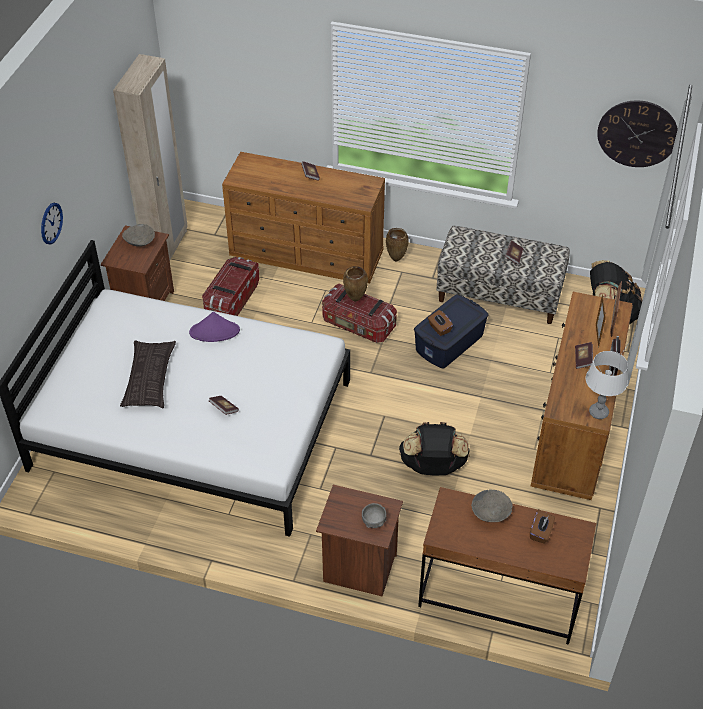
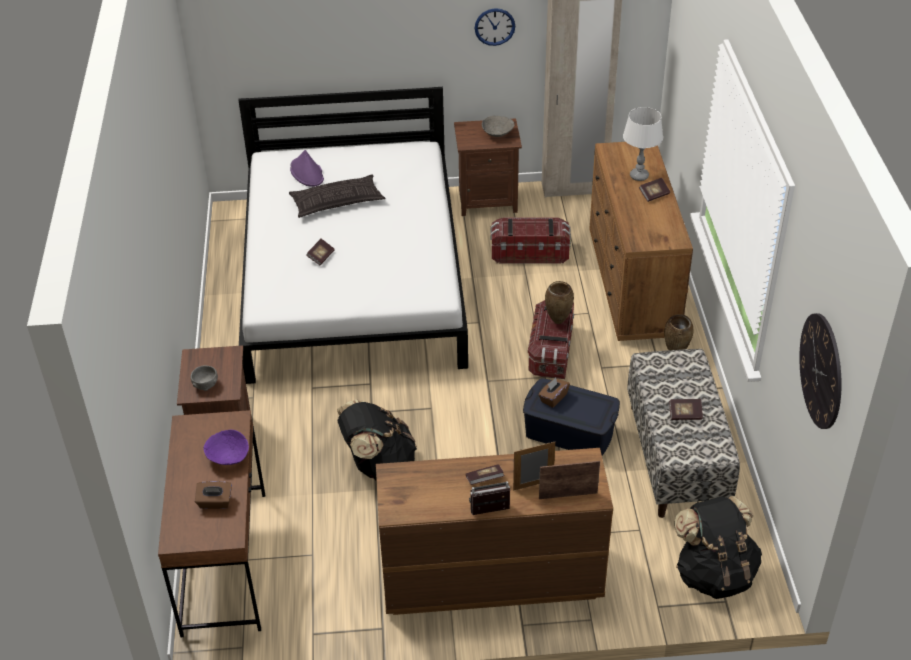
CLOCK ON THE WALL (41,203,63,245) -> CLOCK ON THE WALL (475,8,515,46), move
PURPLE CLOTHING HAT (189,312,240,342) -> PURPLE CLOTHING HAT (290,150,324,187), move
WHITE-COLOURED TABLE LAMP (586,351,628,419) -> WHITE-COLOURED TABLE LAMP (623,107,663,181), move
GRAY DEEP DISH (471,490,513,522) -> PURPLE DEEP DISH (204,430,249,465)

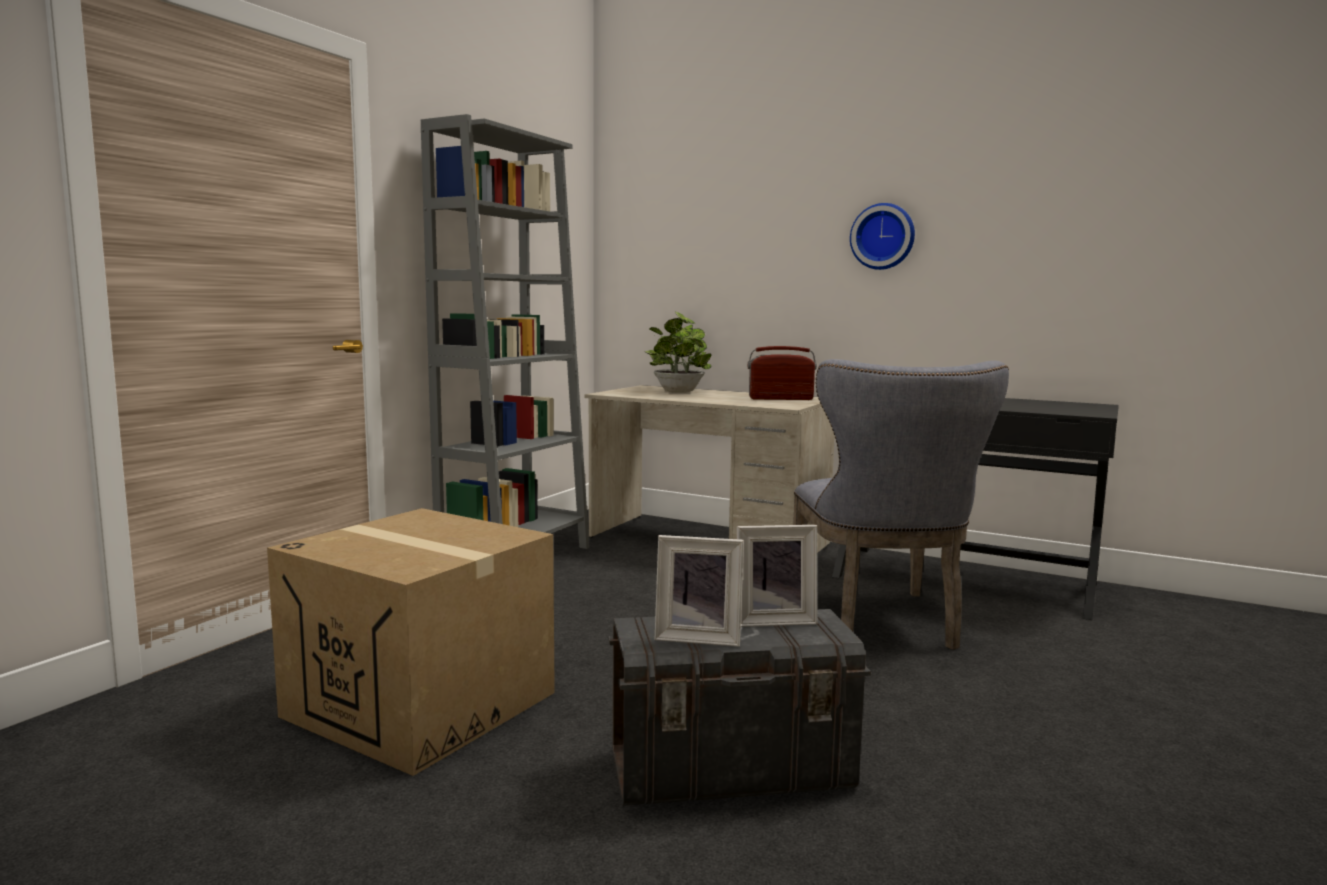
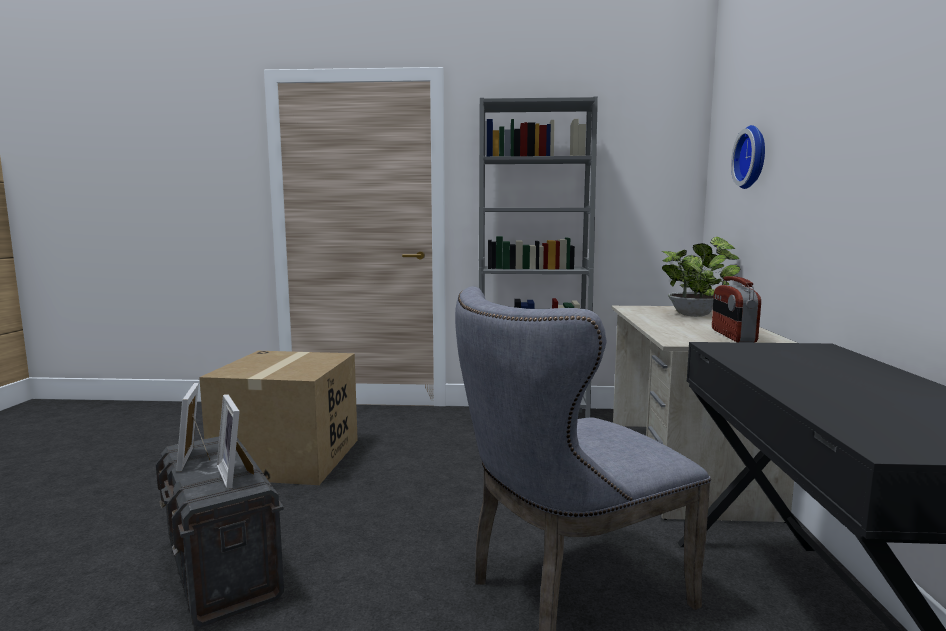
CLOCK ON THE WALL (850,203,915,270) -> CLOCK ON THE WALL (731,125,765,189), move
RADIO (748,346,817,400) -> RADIO (712,276,761,343), 150 degrees counterclockwise

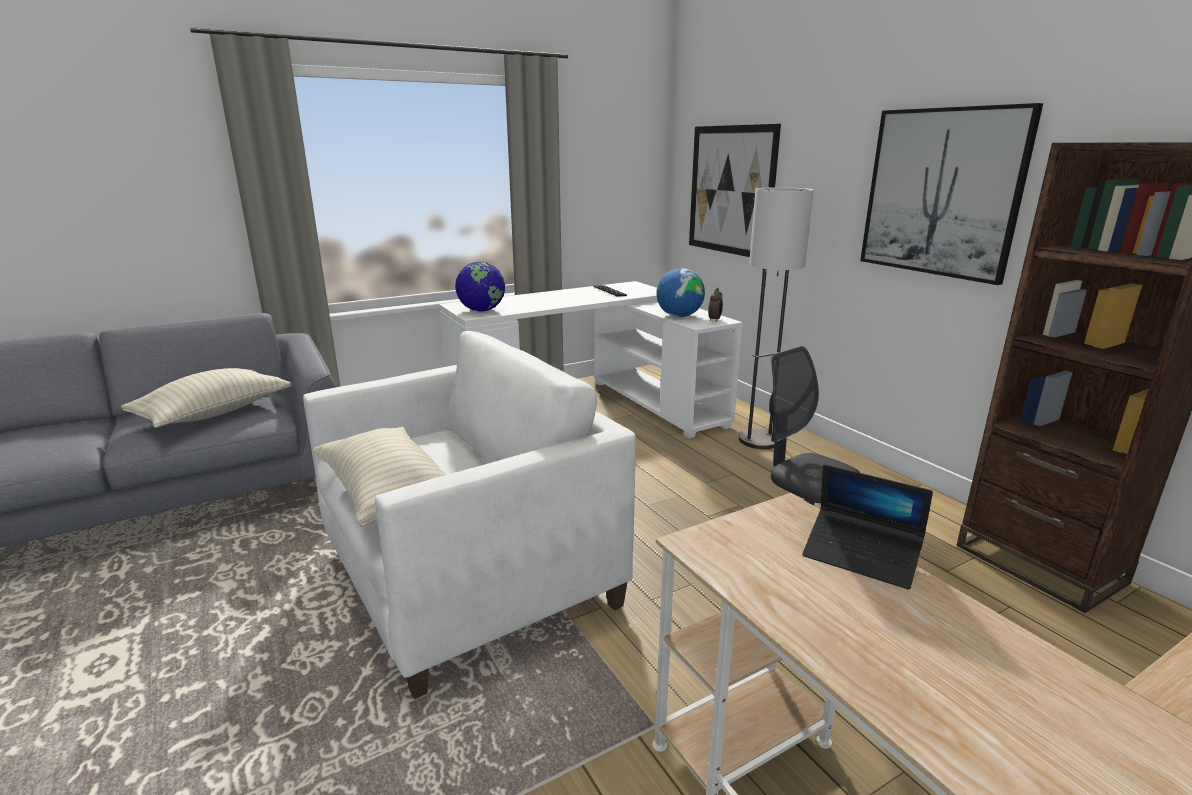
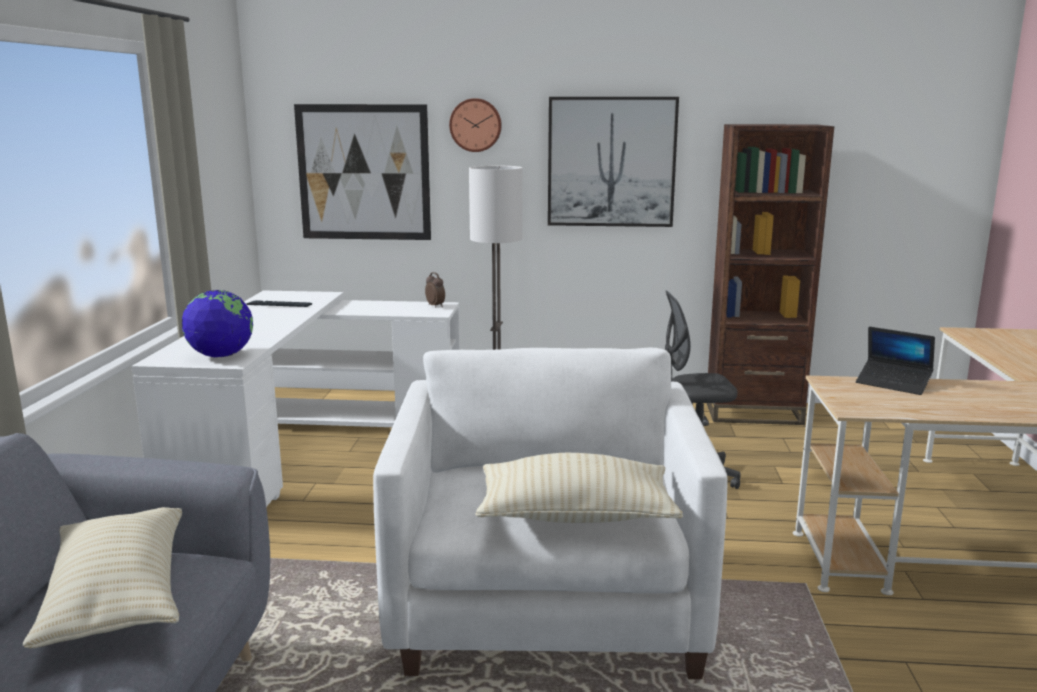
GLOBE (656,268,705,317) -> none
none -> CLOCK ON THE WALL (449,98,502,152)
NOTEBOOK COMPUTER (802,464,933,589) -> NOTEBOOK COMPUTER (856,327,935,395), 60 degrees clockwise

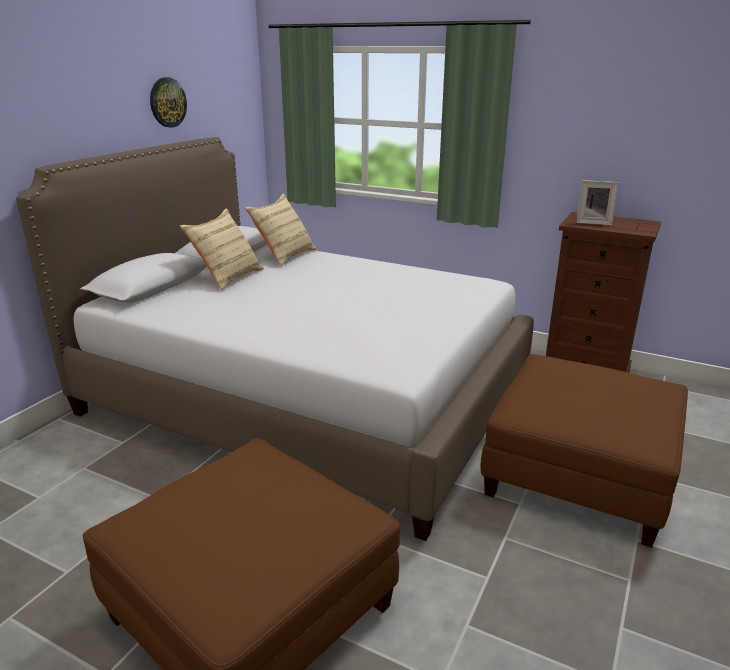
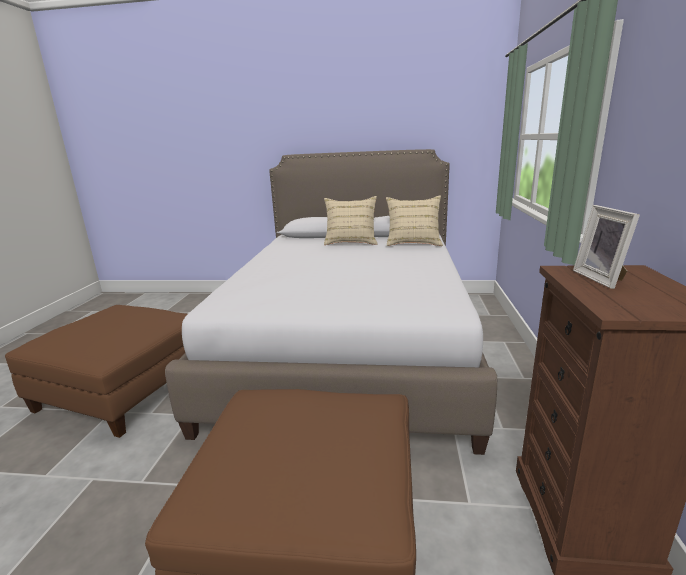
CLOCK ON THE WALL (150,77,187,128) -> none

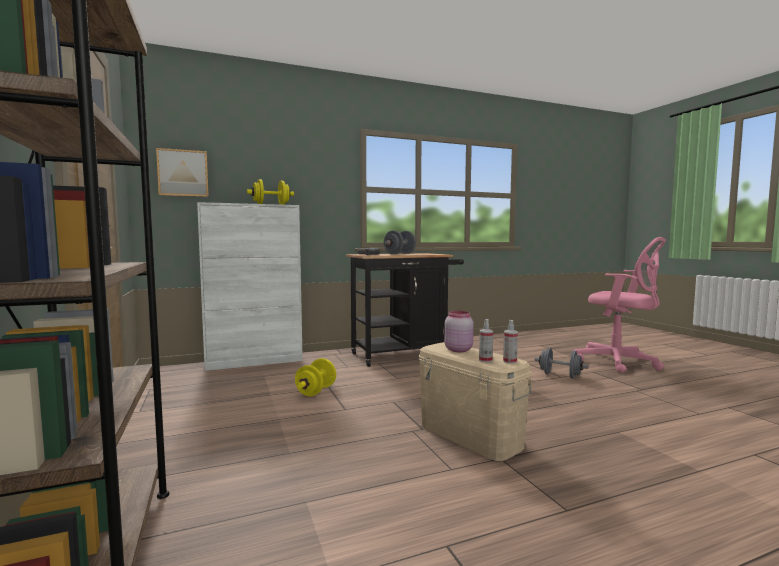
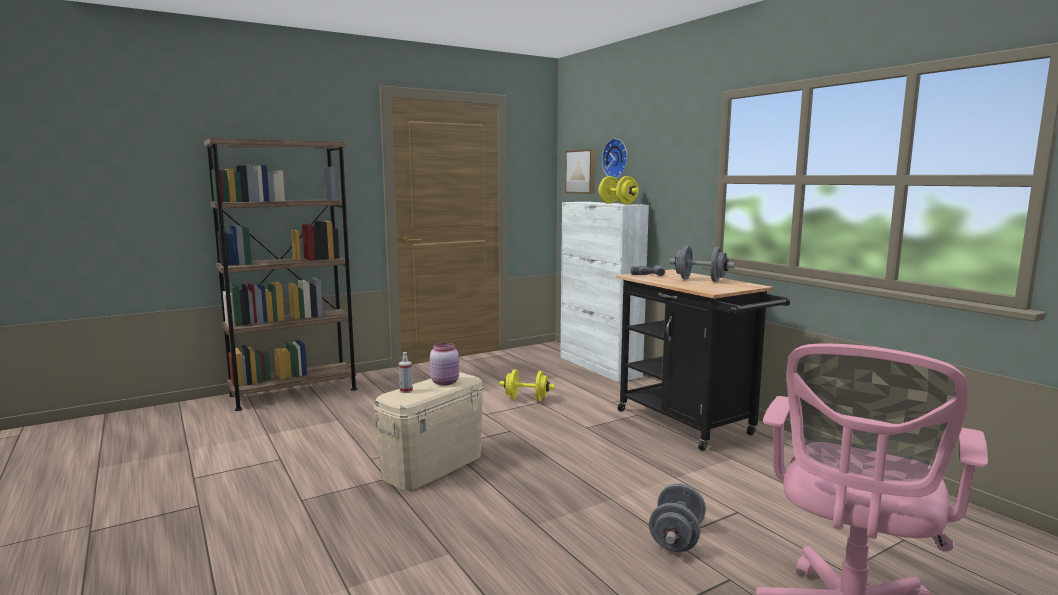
HAND SPRAYER (503,320,518,364) -> none
none -> CLOCK ON THE WALL (602,138,627,179)

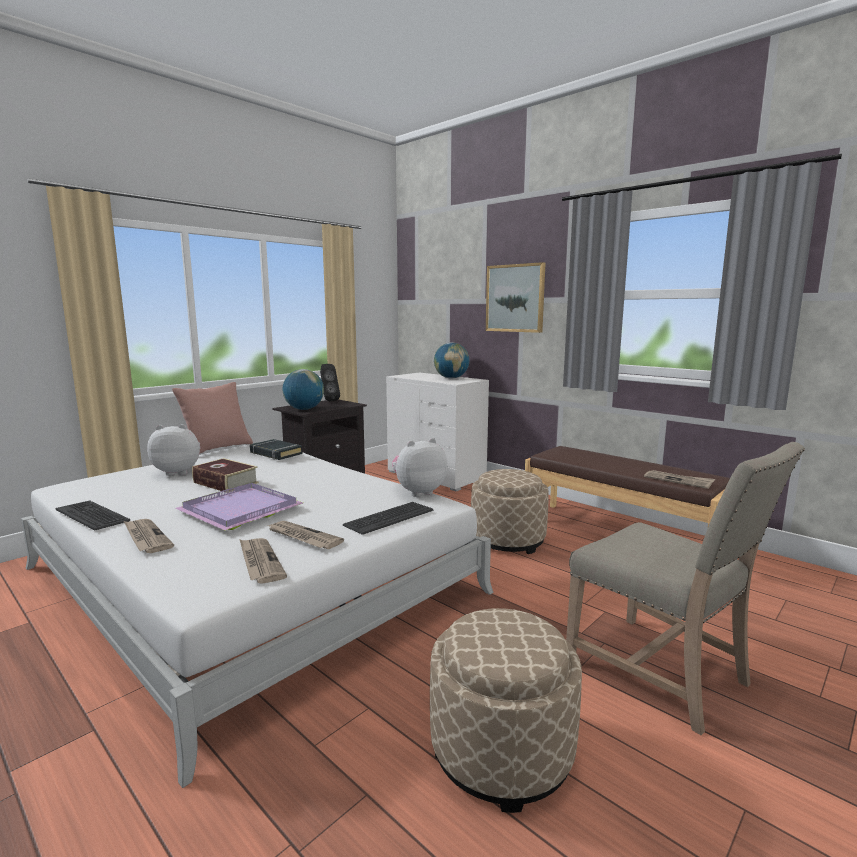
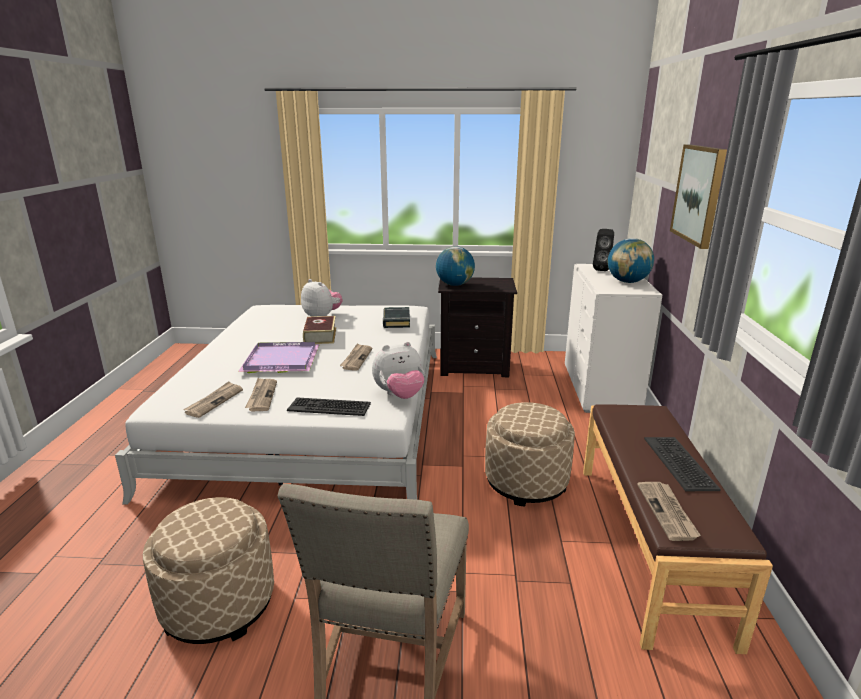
PINKISH CUSHION (172,382,253,454) -> none
COMPUTER KEYBOARD (56,500,130,530) -> COMPUTER KEYBOARD (644,437,721,491), move
DAILY PAPER (124,519,174,553) -> DAILY PAPER (340,344,372,371), move
BLACK SPEAKER (320,364,340,401) -> BLACK SPEAKER (593,229,614,271), move
SOFT TOY (392,438,448,497) -> SOFT TOY (372,342,425,399), 135 degrees clockwise

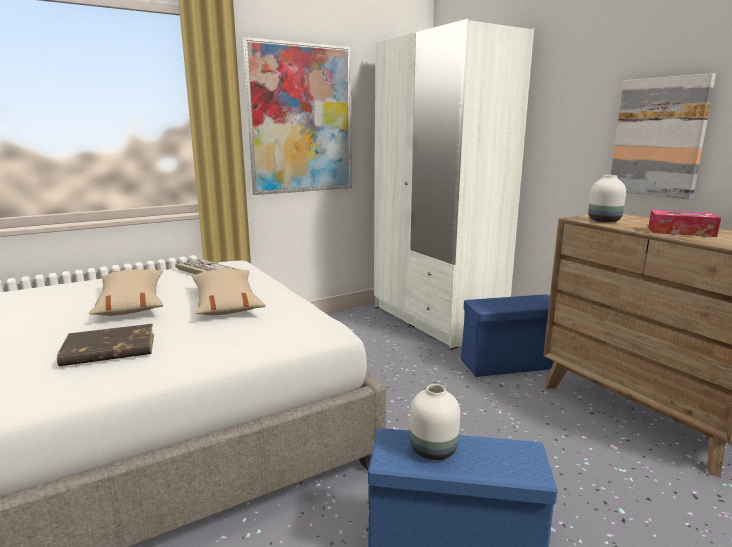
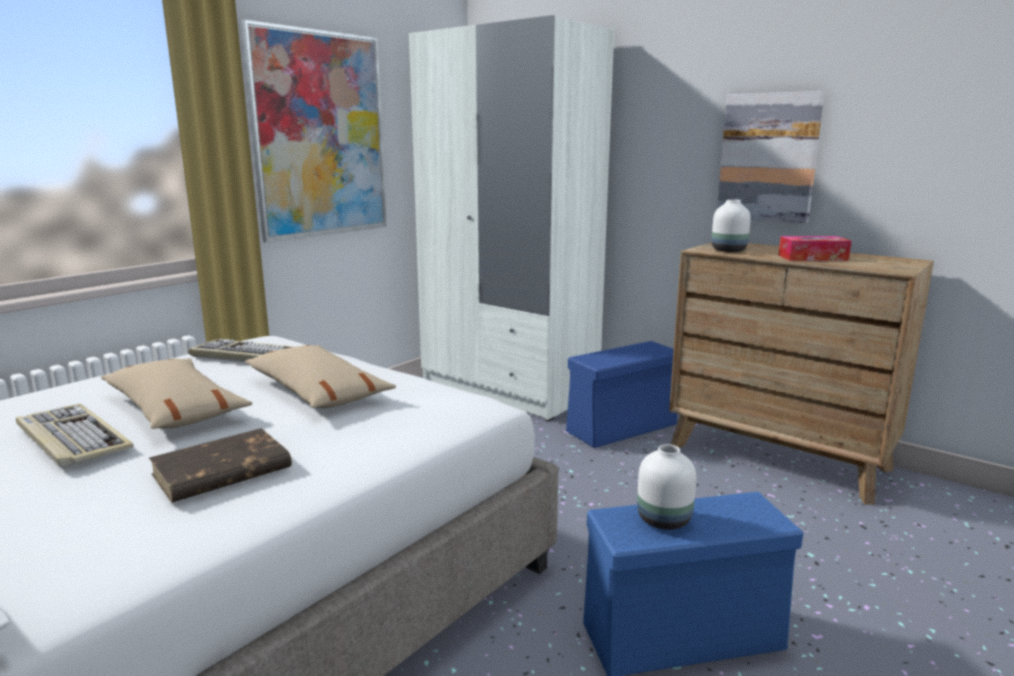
none -> COMPUTER KEYBOARD (16,404,134,469)

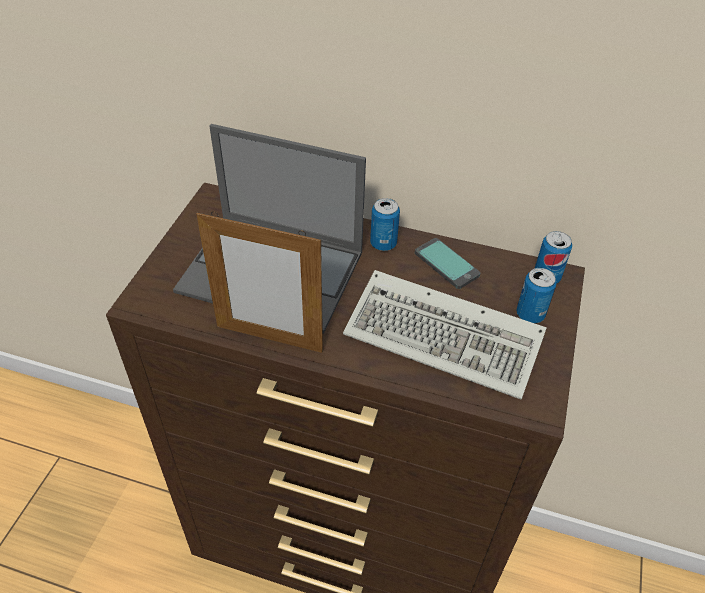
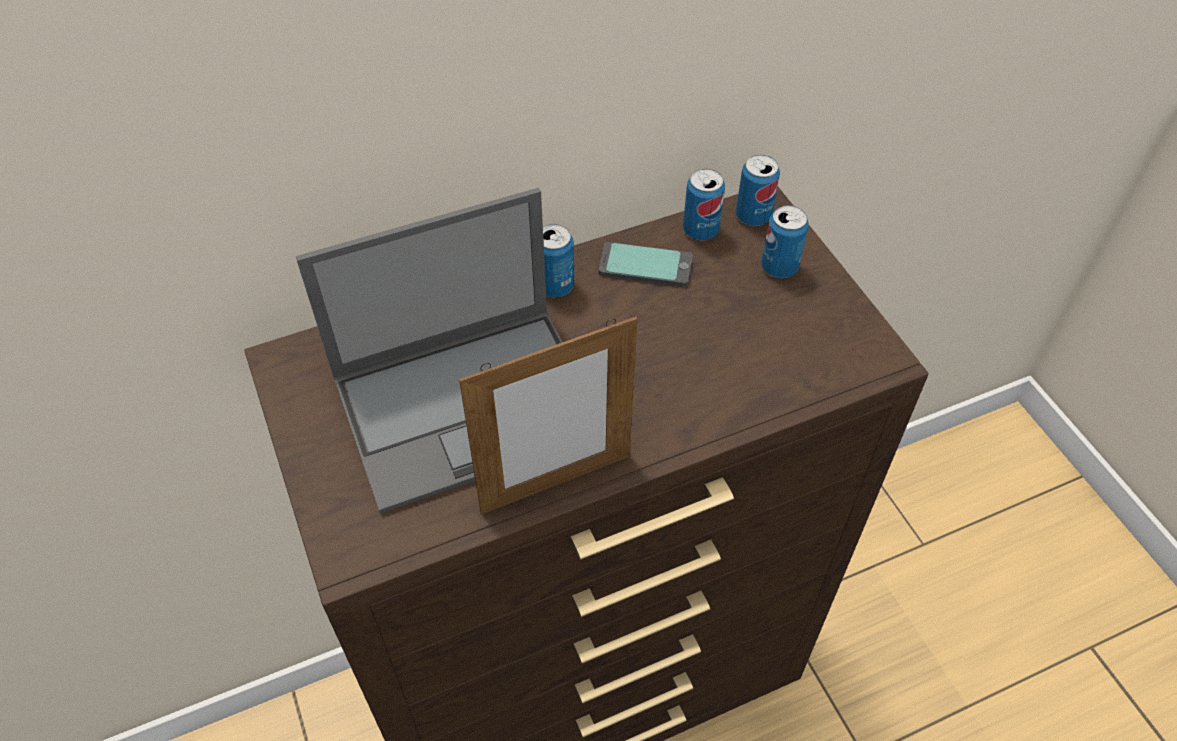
COMPUTER KEYBOARD (343,270,547,400) -> none
none -> METAL CAN (683,169,725,240)

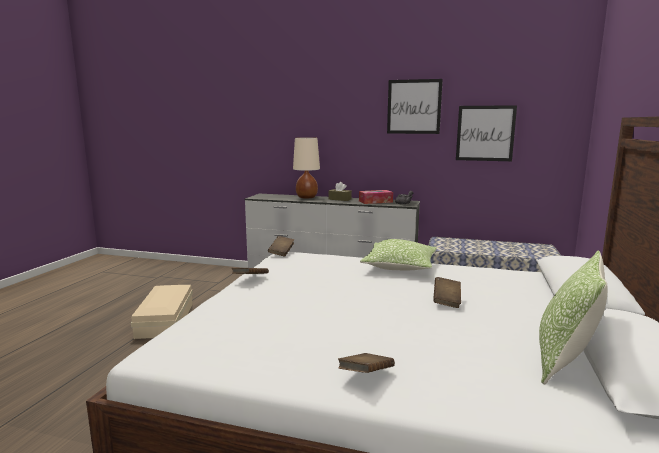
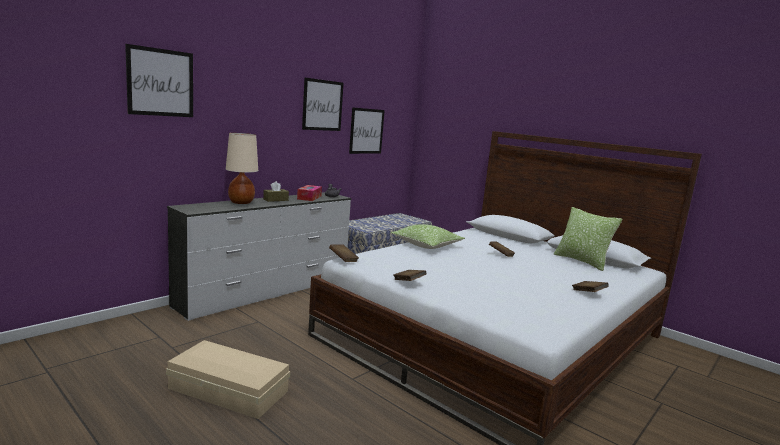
none -> WALL ART (125,44,193,117)

